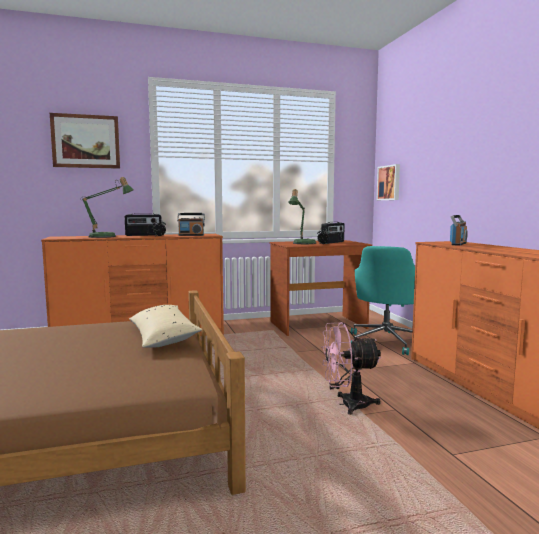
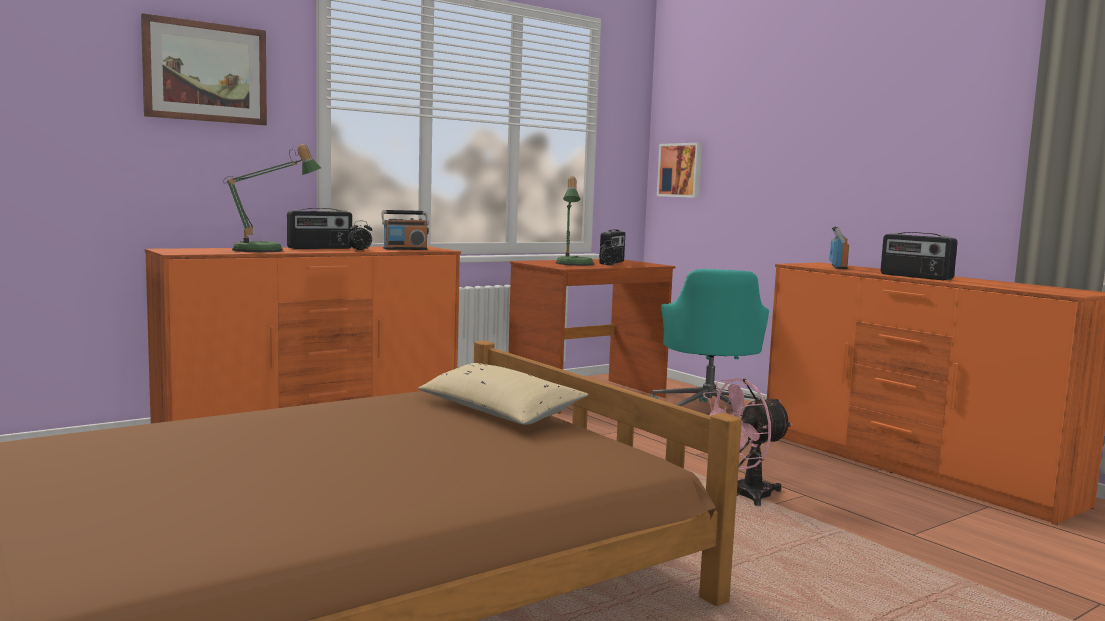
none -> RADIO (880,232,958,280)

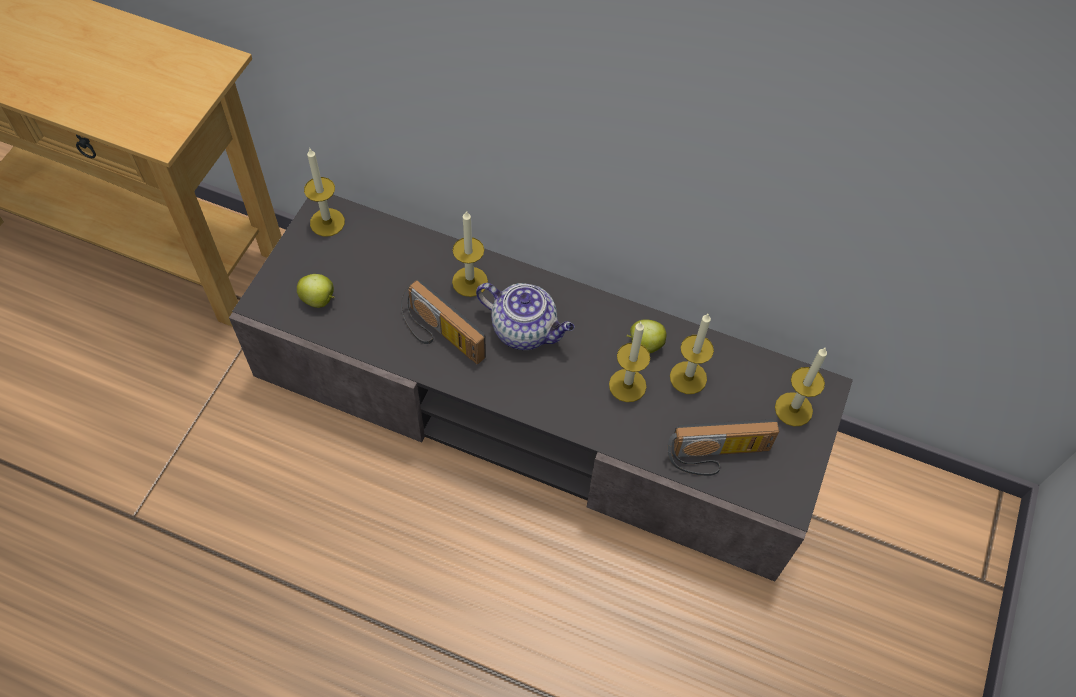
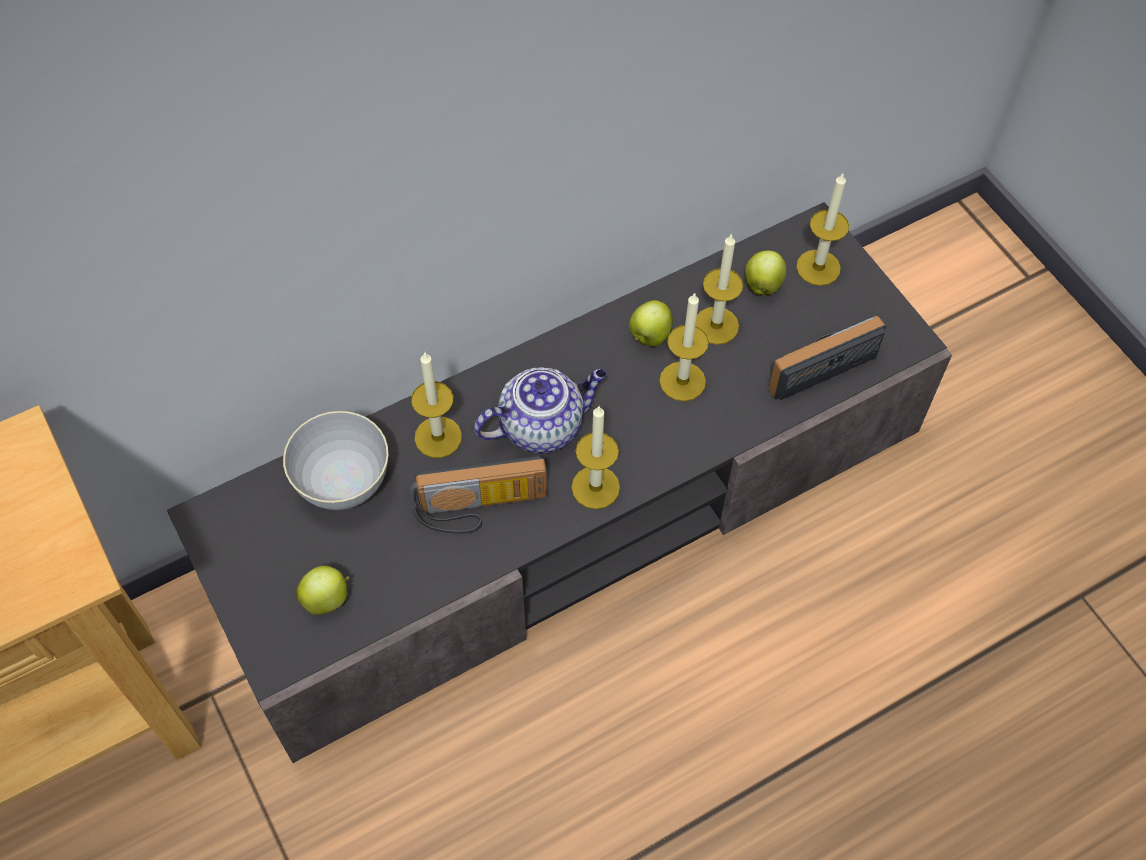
none -> GRAY DEEP DISH (283,411,388,510)
none -> WHOLE APPLE (745,251,786,295)
WAX LIGHT (304,149,345,237) -> WAX LIGHT (571,406,620,509), move
RADIO (668,419,779,476) -> RADIO (769,316,886,400), 150 degrees counterclockwise

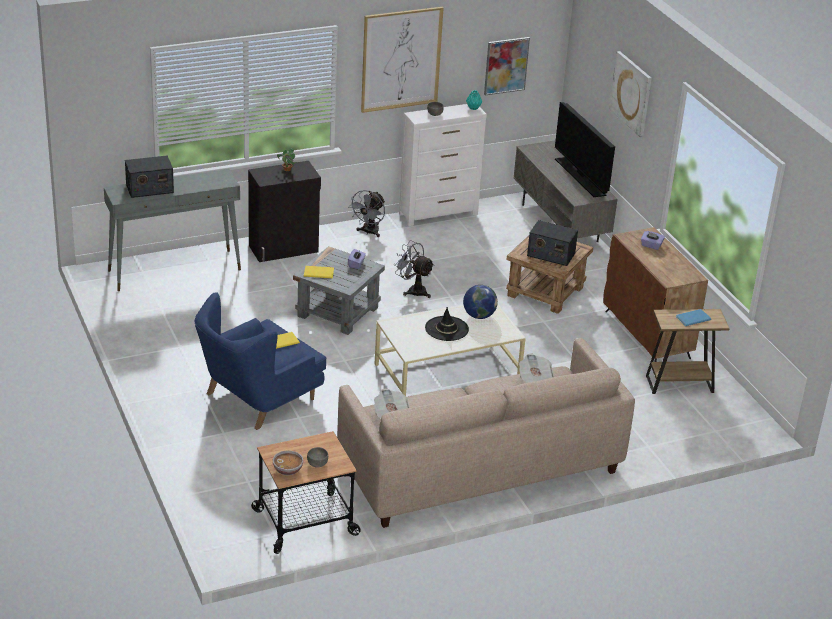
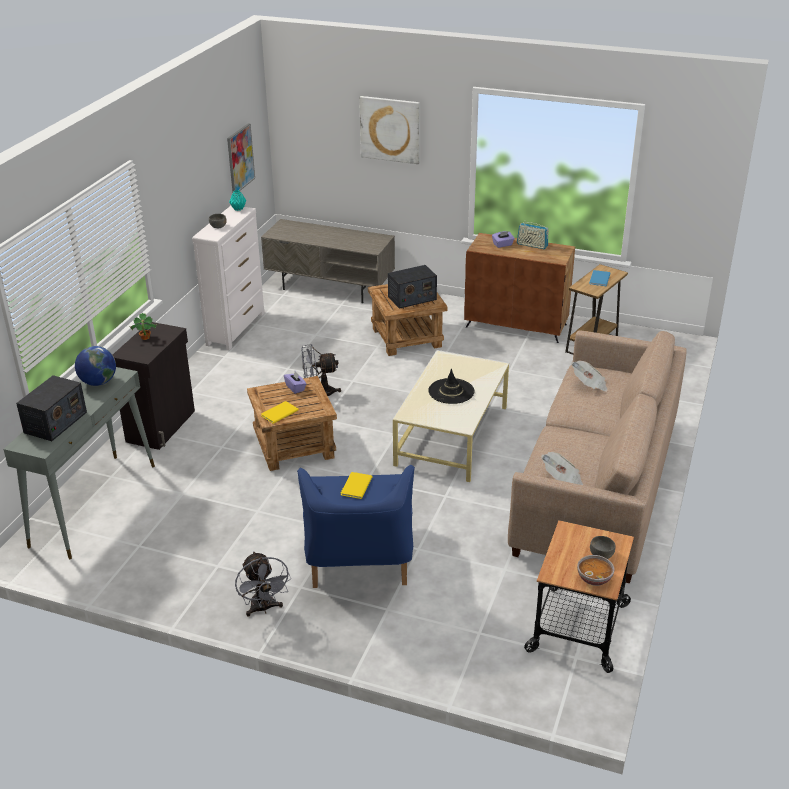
WALL ART (361,7,443,113) -> none
TV SET (555,102,615,197) -> none
none -> RADIO (517,222,549,249)
GRAY FAN (349,190,385,237) -> GRAY FAN (235,551,291,616), move
GLOBE (463,285,498,319) -> GLOBE (75,346,116,386), move
GRAY END TABLE (293,246,385,335) -> BROWN-COLOURED END TABLE (247,376,337,471)

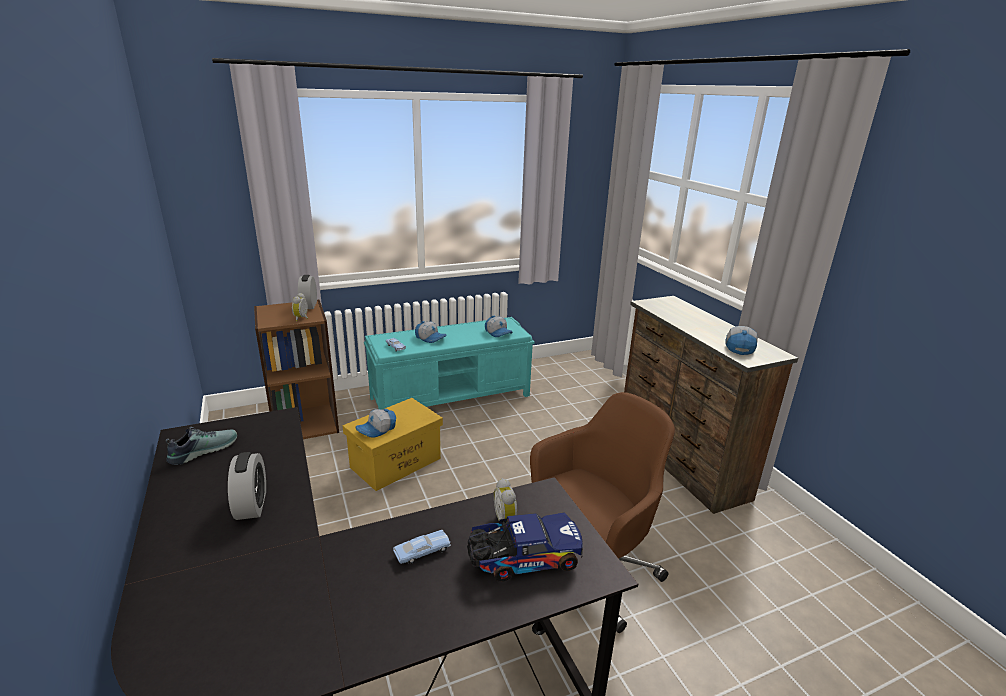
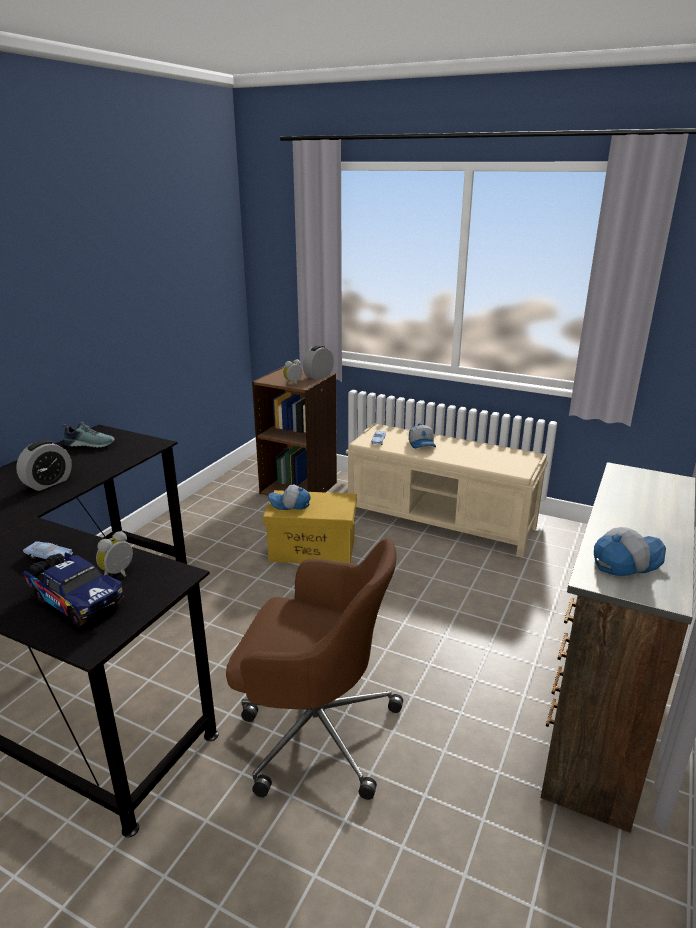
CAP (485,316,513,337) -> none
TURQUOISE-COLOURED INDOOR BENCH (364,317,535,409) -> SAND-COLOURED INDOOR BENCH (346,423,548,558)

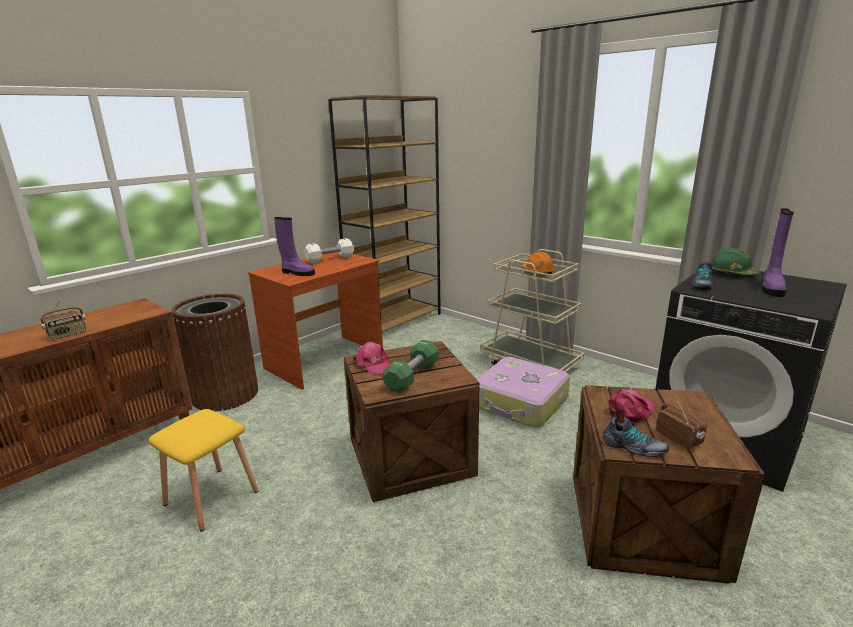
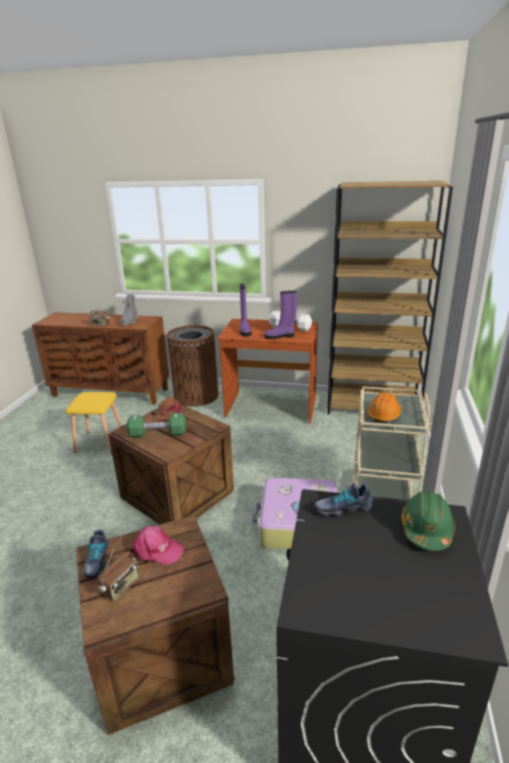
none -> GRAY TALL BOOT (120,294,138,325)
PURPLE TALL BOOT (761,208,794,297) -> PURPLE TALL BOOT (264,291,297,339), move
PINKISH CAP (353,342,391,375) -> BROWN-COLOURED CAP (153,397,181,422)

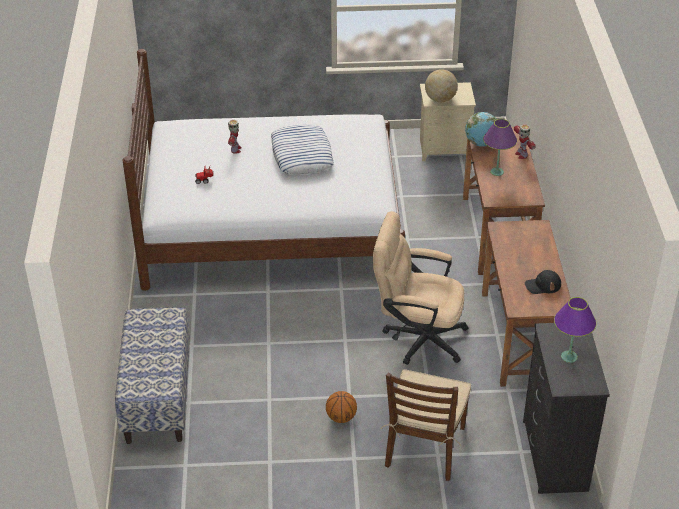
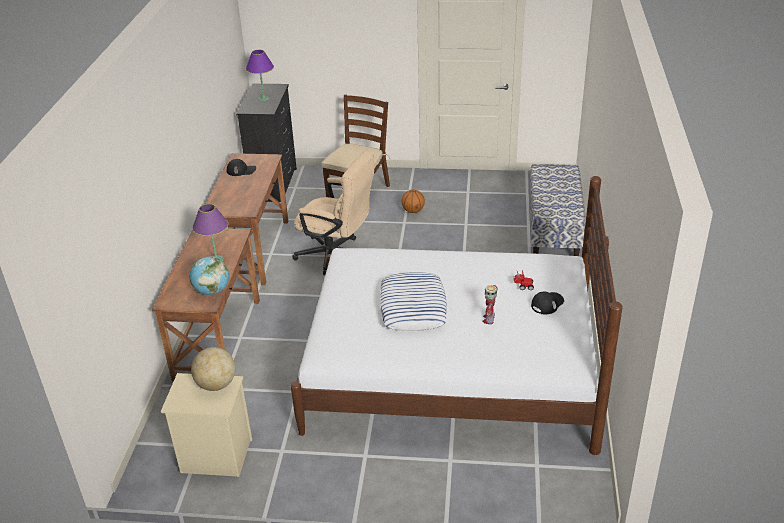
MODEL ROBOT (514,124,536,159) -> none
none -> BLACK CAP (531,291,564,314)

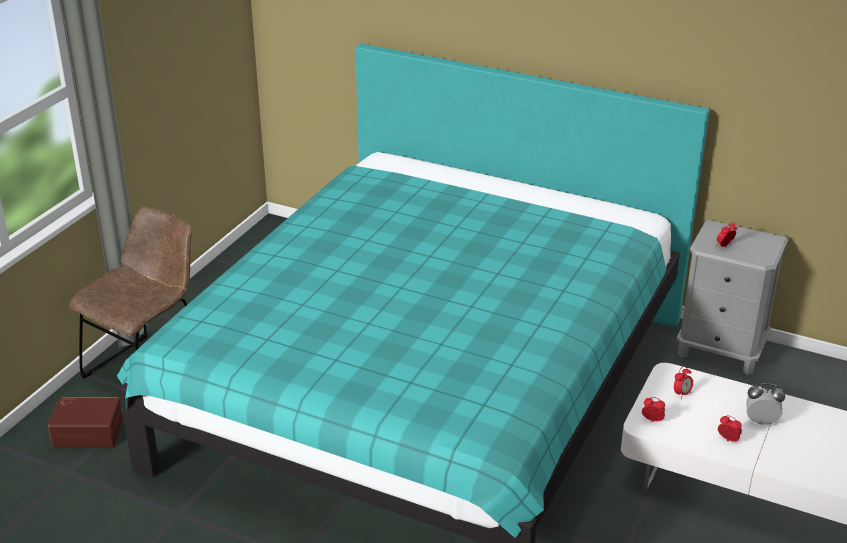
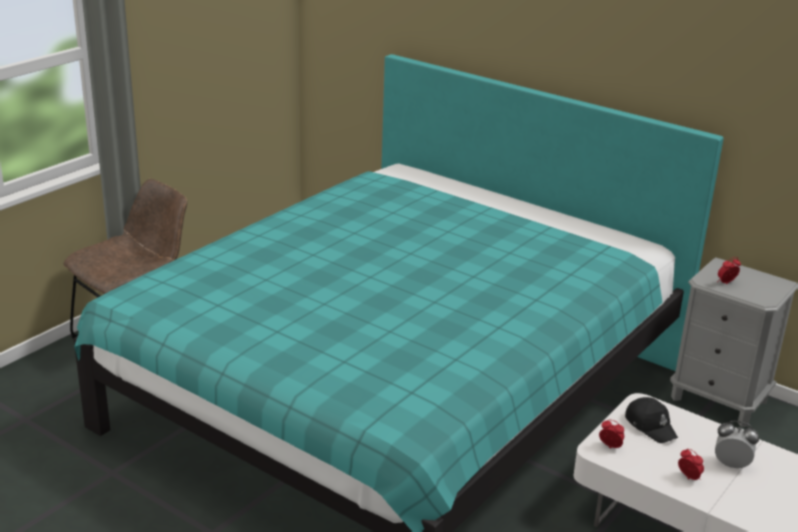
BROWN-COLOURED STORAGE BOX (48,398,123,448) -> none
ALARM CLOCK (674,366,693,399) -> BLACK CAP (625,397,678,443)

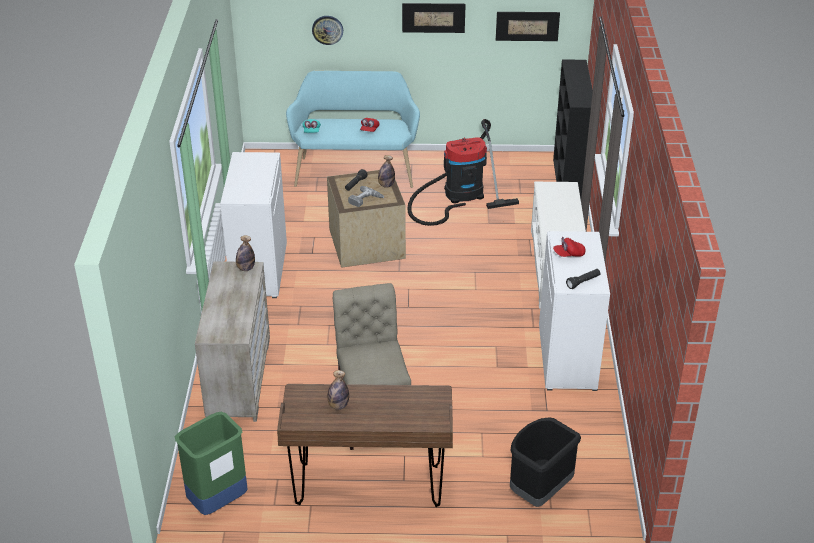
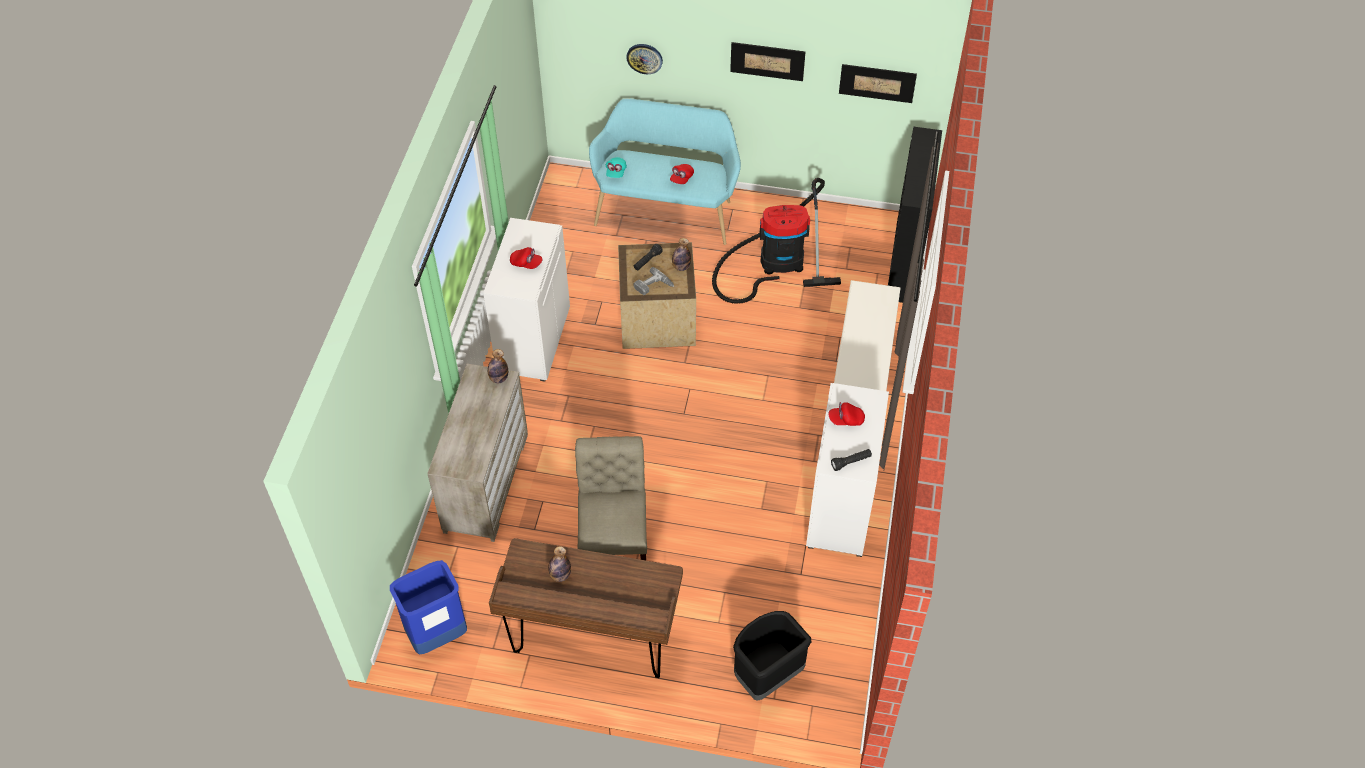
none -> REDDISH CAP (510,247,542,269)
GREEN-COLOURED TRASH CAN (175,411,248,515) -> BLUE-COLOURED TRASH CAN (390,560,467,654)

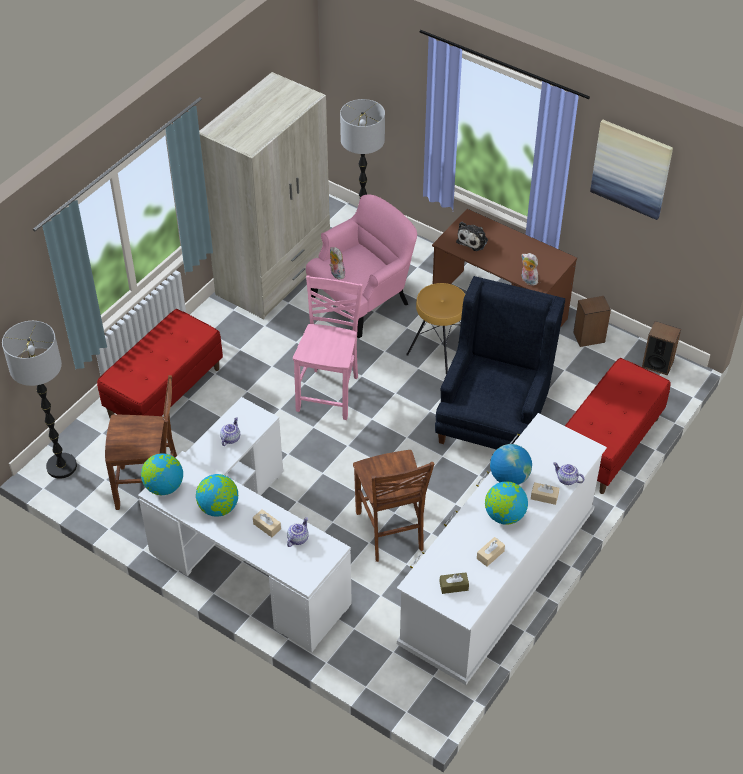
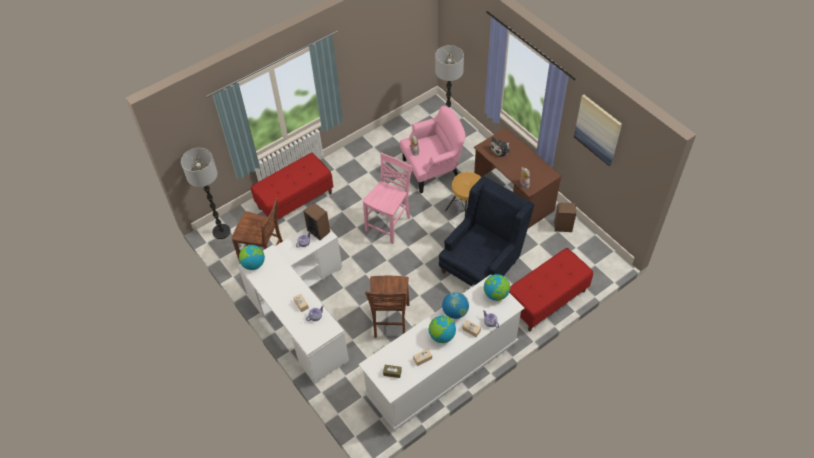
SAND-COLOURED WARDROBE (199,72,330,319) -> none
GLOBE (196,474,238,517) -> GLOBE (484,274,510,301), move
SPEAKER (642,321,681,376) -> SPEAKER (303,203,330,240), move

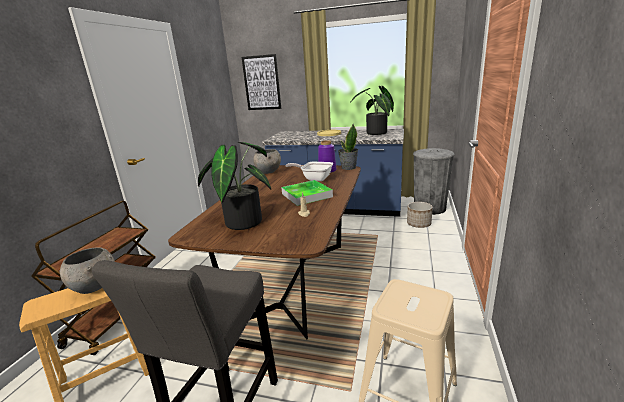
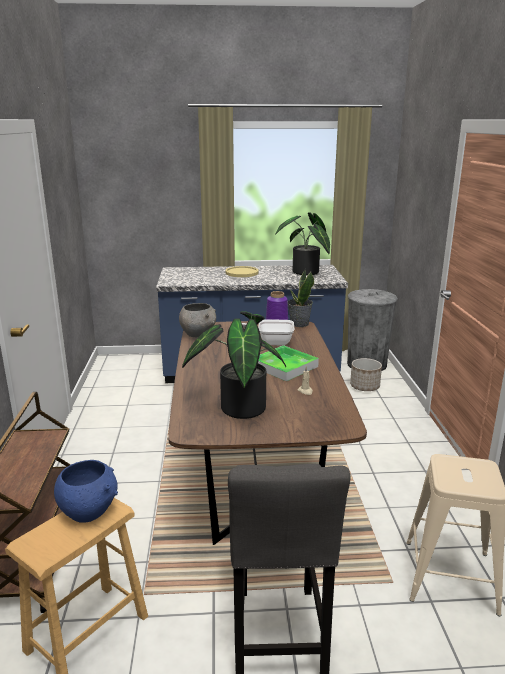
WALL ART (242,54,281,110) -> none
GRAY DEEP DISH (60,247,115,294) -> BLUE-COLOURED DEEP DISH (54,460,118,523)

